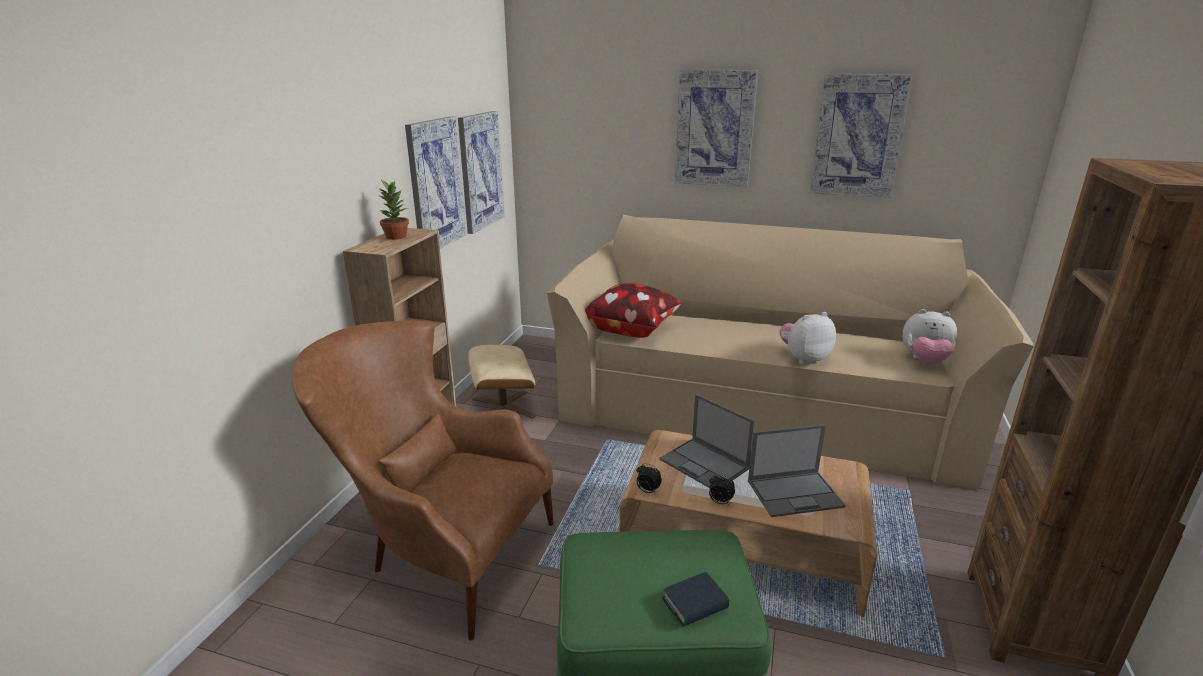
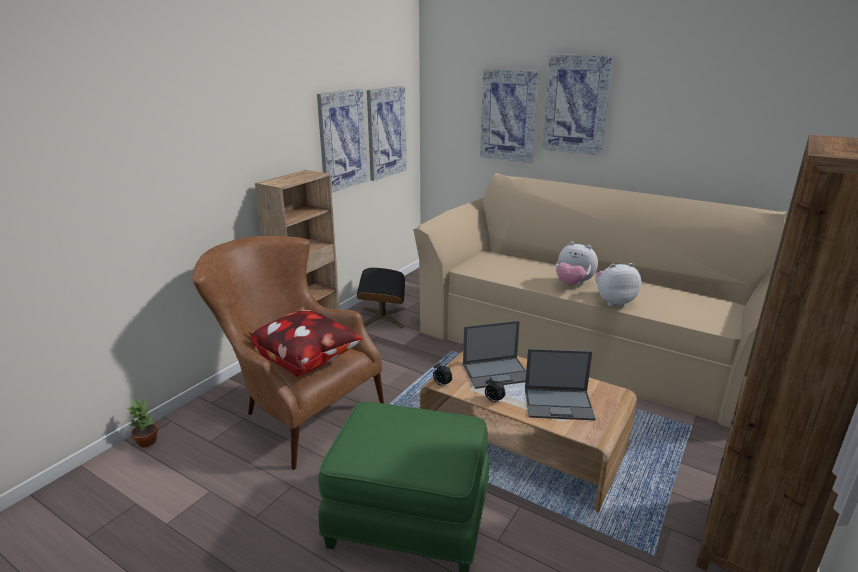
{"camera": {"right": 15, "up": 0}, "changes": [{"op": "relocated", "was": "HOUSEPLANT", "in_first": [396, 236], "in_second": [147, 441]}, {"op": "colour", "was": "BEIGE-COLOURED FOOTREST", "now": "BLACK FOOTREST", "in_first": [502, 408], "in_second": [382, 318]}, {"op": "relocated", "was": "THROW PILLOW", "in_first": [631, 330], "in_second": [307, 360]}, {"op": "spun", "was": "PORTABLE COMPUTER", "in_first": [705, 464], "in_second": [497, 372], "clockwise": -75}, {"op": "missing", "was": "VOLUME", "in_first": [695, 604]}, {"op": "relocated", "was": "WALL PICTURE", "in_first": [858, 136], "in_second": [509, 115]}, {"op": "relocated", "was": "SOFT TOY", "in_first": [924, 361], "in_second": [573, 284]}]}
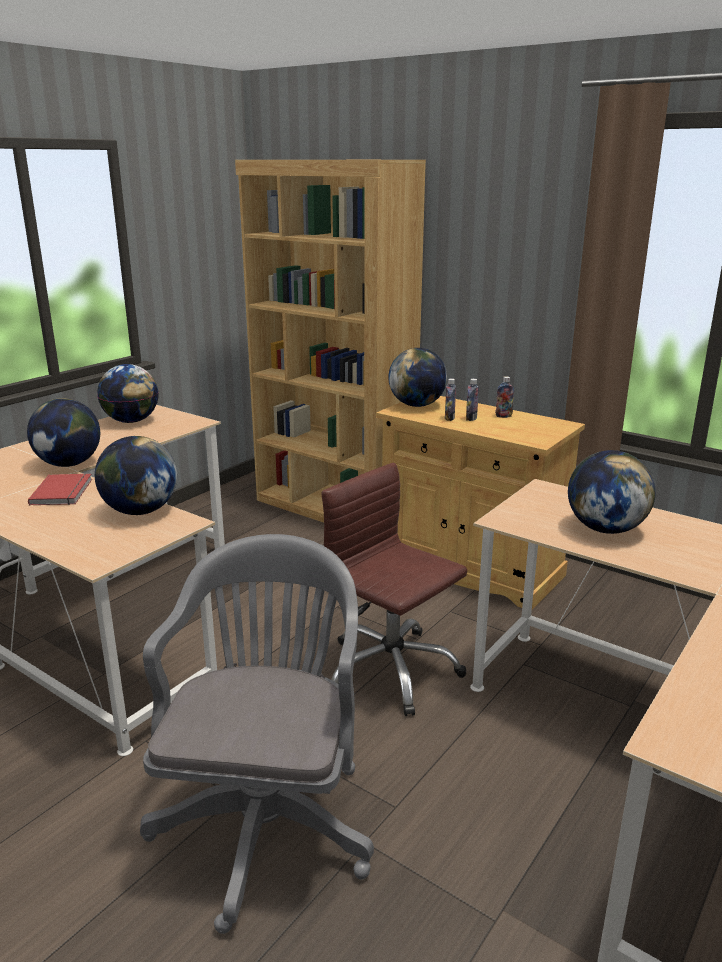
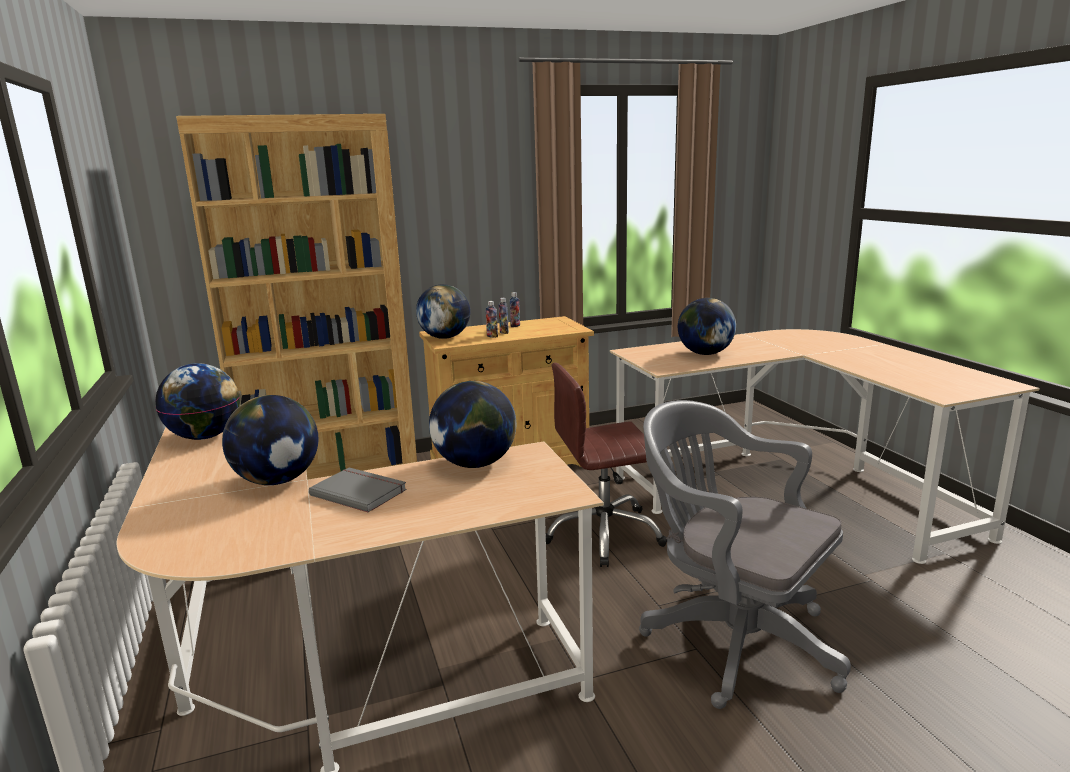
{"camera": {"right": -55, "up": -5}, "changes": [{"op": "colour", "was": "REDDISH VOLUME", "now": "GREY VOLUME", "in_first": [64, 492], "in_second": [360, 491]}]}
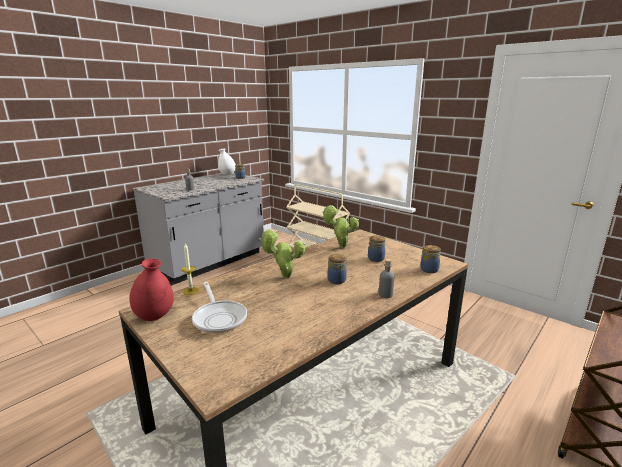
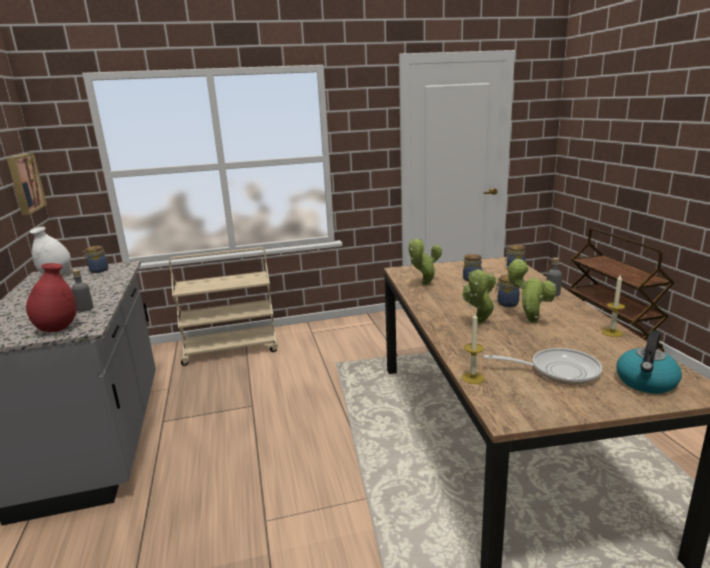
{"camera": {"right": -55, "up": 0}, "changes": [{"op": "relocated", "was": "REDDISH FLOWER VASE", "in_first": [154, 316], "in_second": [57, 328]}, {"op": "appeared", "now": "WALL PICTURE", "in_second": [24, 183]}, {"op": "appeared", "now": "HOUSEPLANT", "in_second": [529, 320]}, {"op": "appeared", "now": "WAX LIGHT", "in_second": [612, 332]}, {"op": "appeared", "now": "WATER KETTLE", "in_second": [646, 382]}]}
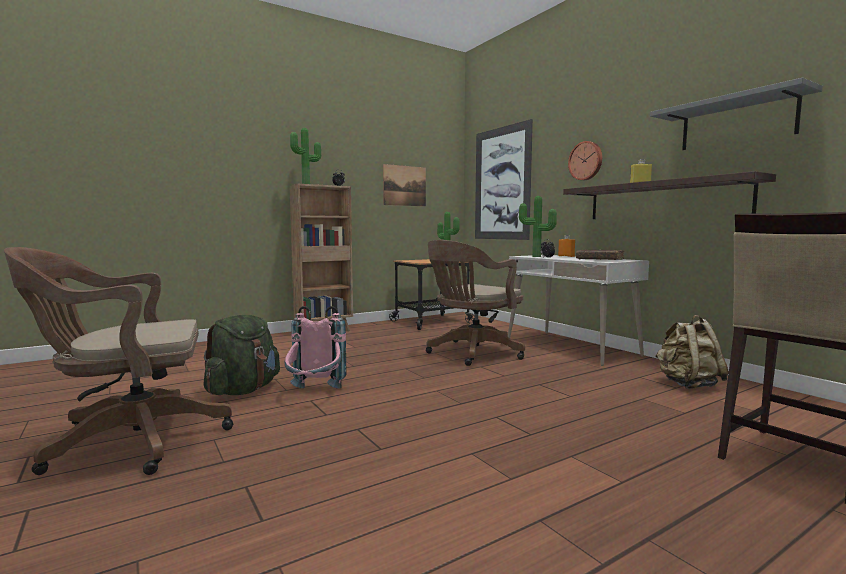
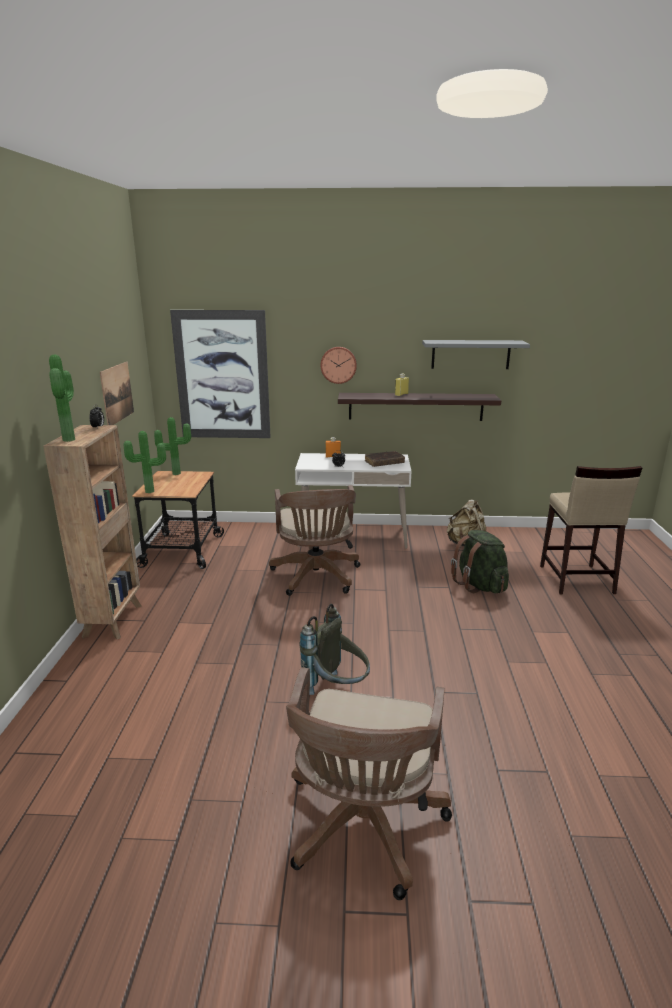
{"camera": {"right": -55, "up": 15}, "changes": [{"op": "relocated", "was": "GREEN-COLOURED KNAPSACK", "in_first": [243, 390], "in_second": [479, 585]}, {"op": "colour", "was": "PINK KNAPSACK", "now": "GREY KNAPSACK", "in_first": [315, 394], "in_second": [337, 689]}, {"op": "relocated", "was": "HOUSEPLANT", "in_first": [536, 256], "in_second": [150, 492]}]}
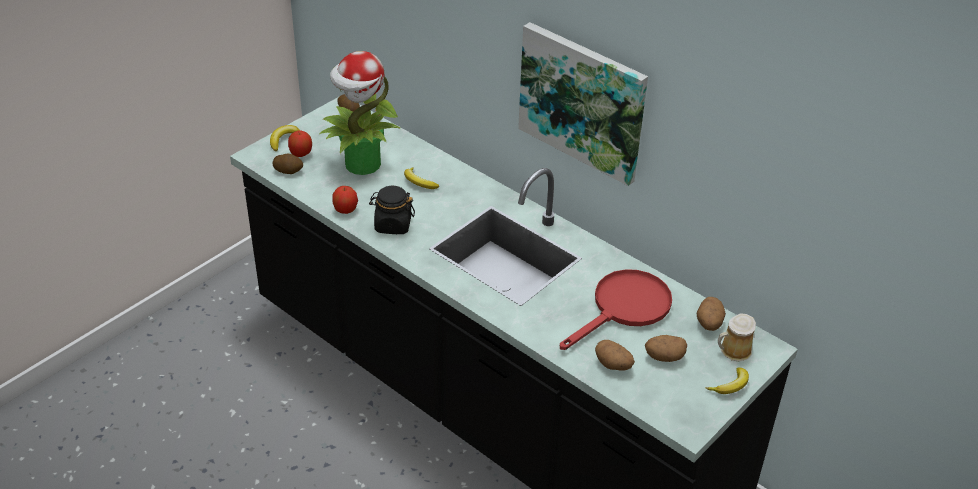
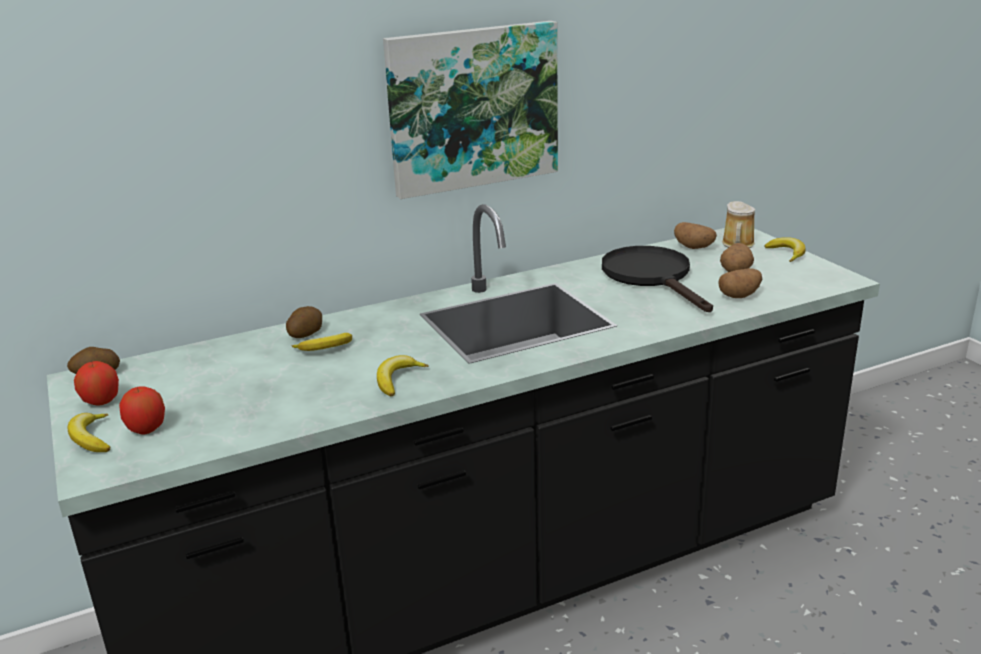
{"camera": {"right": -65, "up": -15}, "changes": [{"op": "relocated", "was": "SPUD", "in_first": [288, 171], "in_second": [306, 333]}, {"op": "missing", "was": "HOUSEPLANT", "in_first": [362, 165]}, {"op": "relocated", "was": "APPLE", "in_first": [345, 210], "in_second": [101, 401]}, {"op": "exchanged", "was": "BLACK STORAGE JAR", "now": "BANANA", "in_first": [392, 225], "in_second": [397, 380]}, {"op": "colour", "was": "REDDISH FRYING PAN", "now": "BLACK FRYING PAN", "in_first": [624, 308], "in_second": [652, 277]}]}
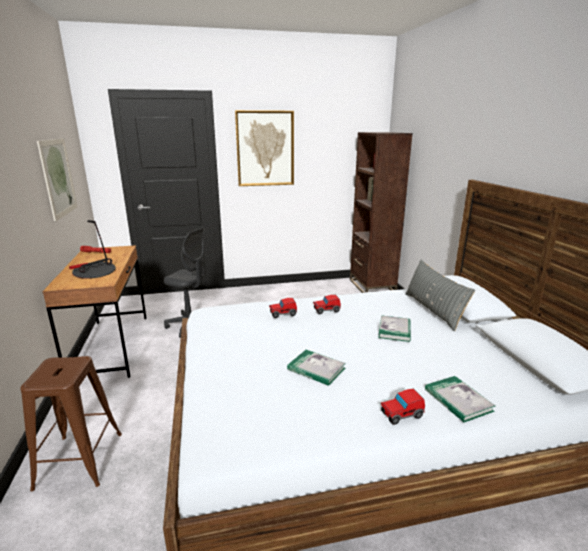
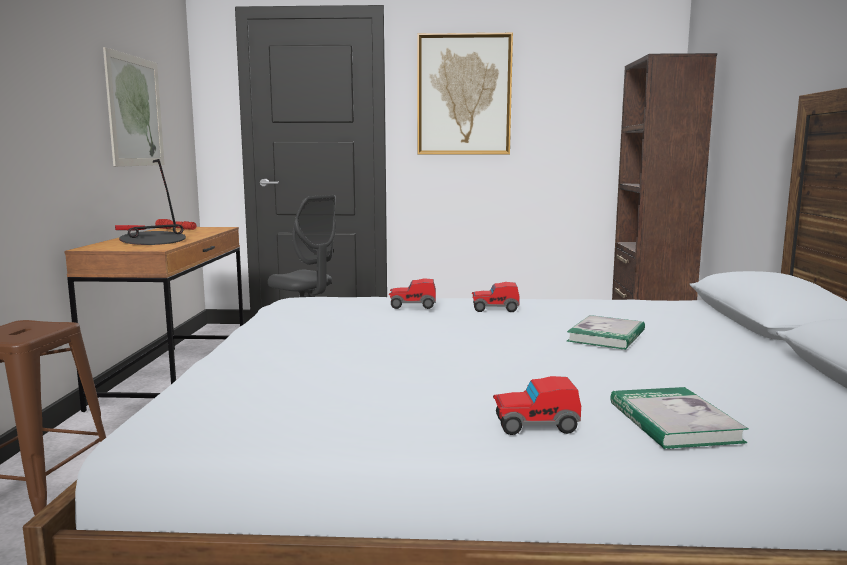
{"camera": {"right": 15, "up": -10}, "changes": [{"op": "missing", "was": "VOLUME", "in_first": [316, 369]}, {"op": "missing", "was": "GREY THROW PILLOW", "in_first": [433, 310]}]}
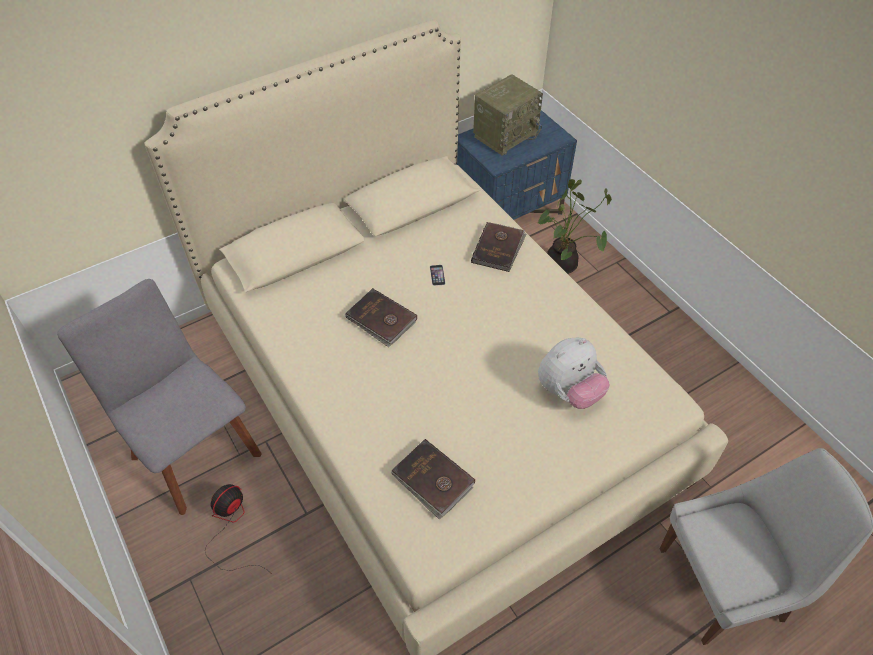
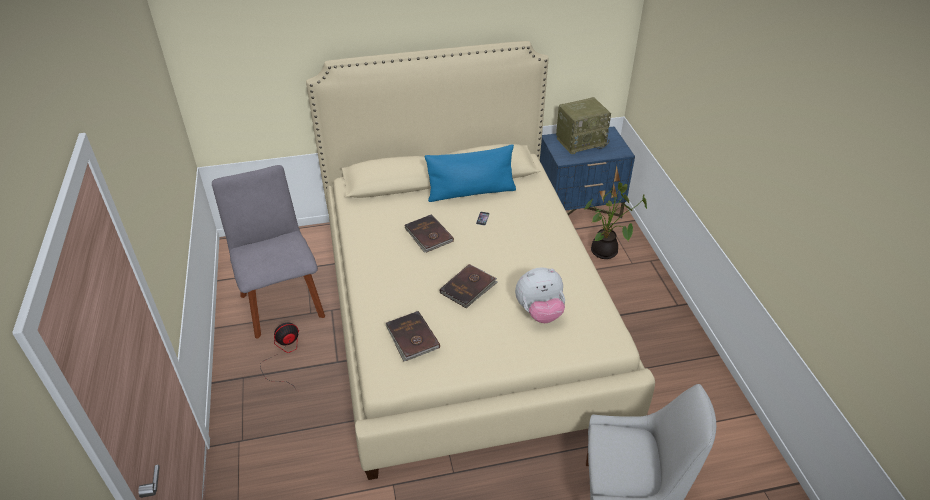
{"camera": {"right": 20, "up": -10}, "changes": [{"op": "relocated", "was": "BROWN VOLUME", "in_first": [498, 248], "in_second": [468, 288]}, {"op": "appeared", "now": "BLUE THROW PILLOW", "in_second": [471, 192]}]}
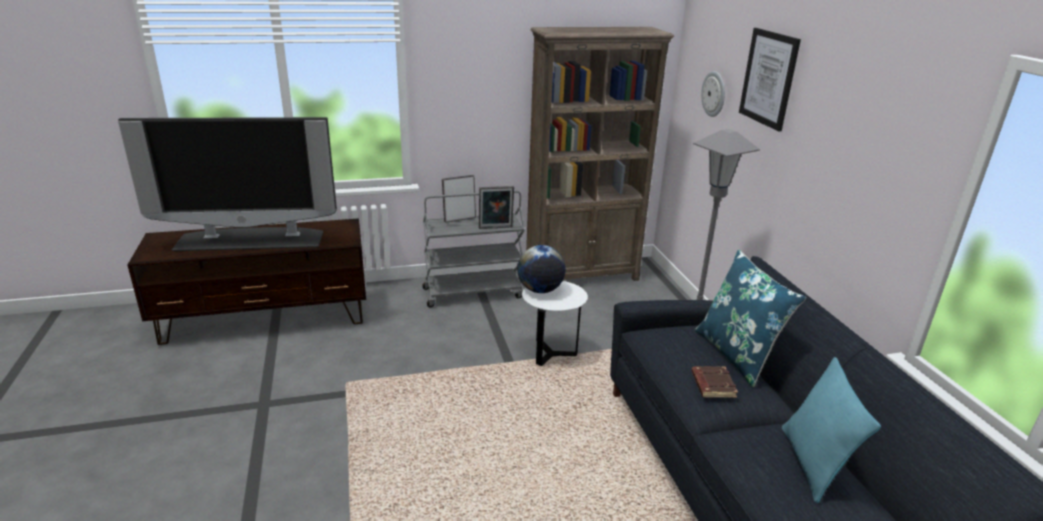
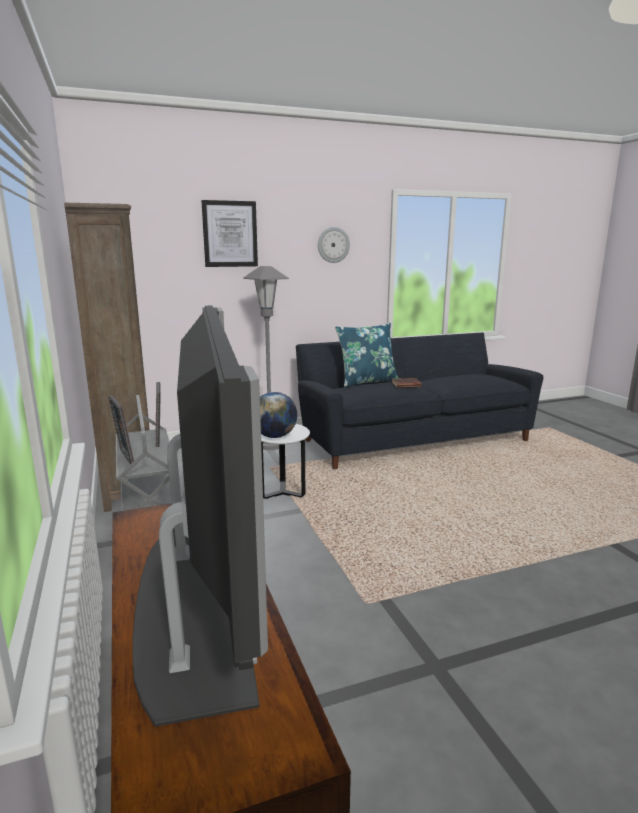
{"camera": {"right": -95, "up": -10}, "changes": [{"op": "relocated", "was": "CLOCK ON THE WALL", "in_first": [714, 94], "in_second": [333, 245]}, {"op": "missing", "was": "TURQUOISE THROW PILLOW", "in_first": [812, 464]}]}
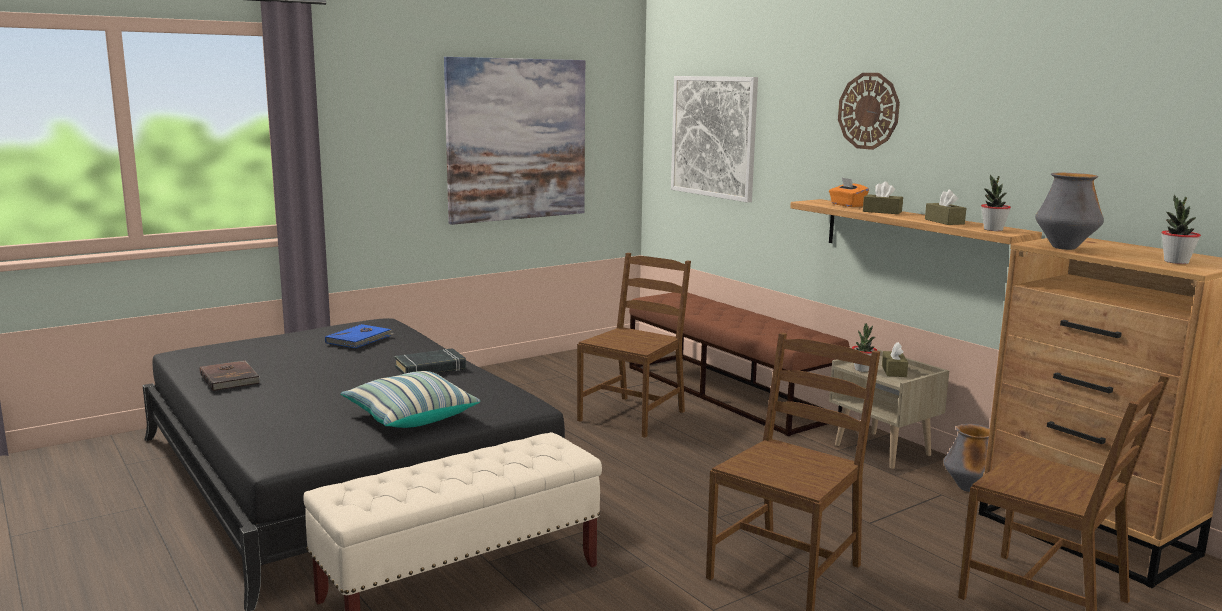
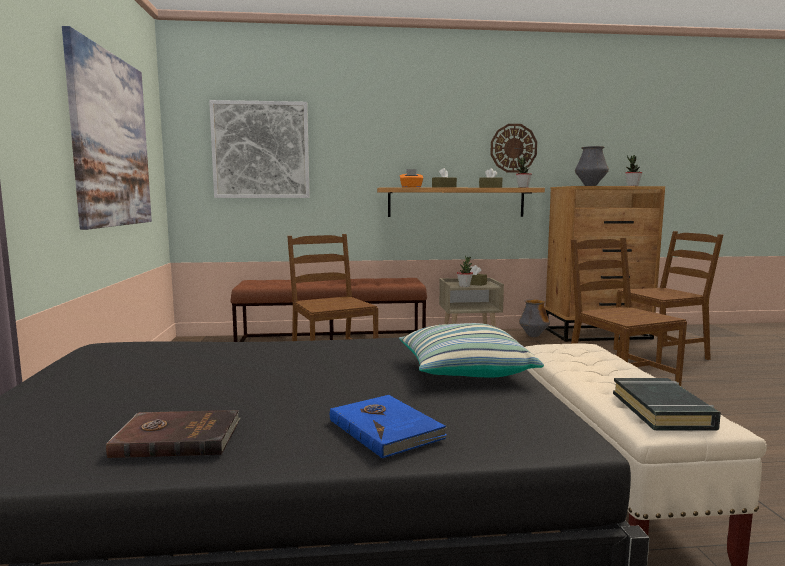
{"camera": {"right": -60, "up": -5}, "changes": [{"op": "relocated", "was": "BLUE VOLUME", "in_first": [360, 339], "in_second": [386, 428]}, {"op": "relocated", "was": "BLACK VOLUME", "in_first": [430, 368], "in_second": [662, 411]}, {"op": "relocated", "was": "CLOCK ON THE WALL", "in_first": [868, 111], "in_second": [513, 148]}]}
